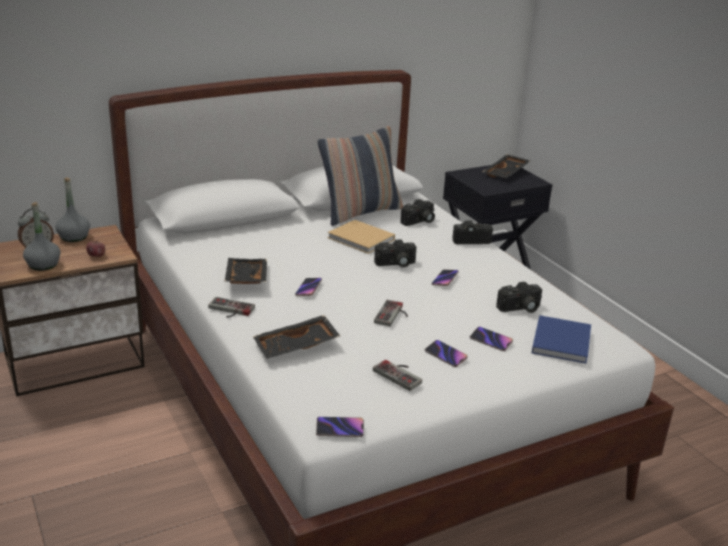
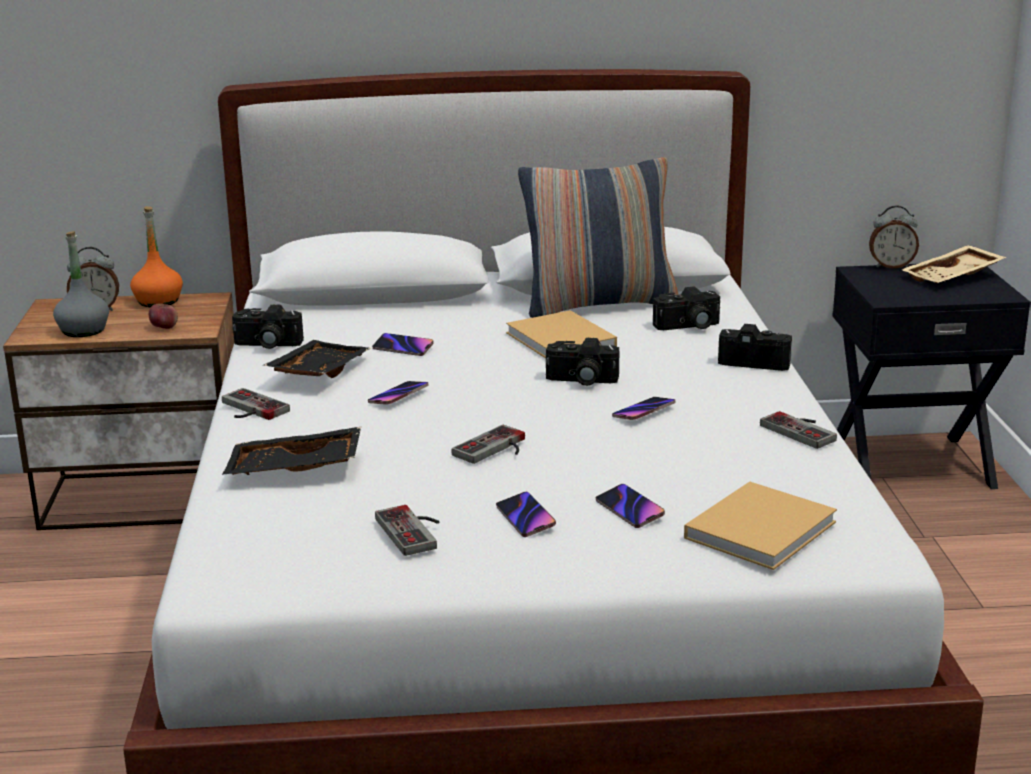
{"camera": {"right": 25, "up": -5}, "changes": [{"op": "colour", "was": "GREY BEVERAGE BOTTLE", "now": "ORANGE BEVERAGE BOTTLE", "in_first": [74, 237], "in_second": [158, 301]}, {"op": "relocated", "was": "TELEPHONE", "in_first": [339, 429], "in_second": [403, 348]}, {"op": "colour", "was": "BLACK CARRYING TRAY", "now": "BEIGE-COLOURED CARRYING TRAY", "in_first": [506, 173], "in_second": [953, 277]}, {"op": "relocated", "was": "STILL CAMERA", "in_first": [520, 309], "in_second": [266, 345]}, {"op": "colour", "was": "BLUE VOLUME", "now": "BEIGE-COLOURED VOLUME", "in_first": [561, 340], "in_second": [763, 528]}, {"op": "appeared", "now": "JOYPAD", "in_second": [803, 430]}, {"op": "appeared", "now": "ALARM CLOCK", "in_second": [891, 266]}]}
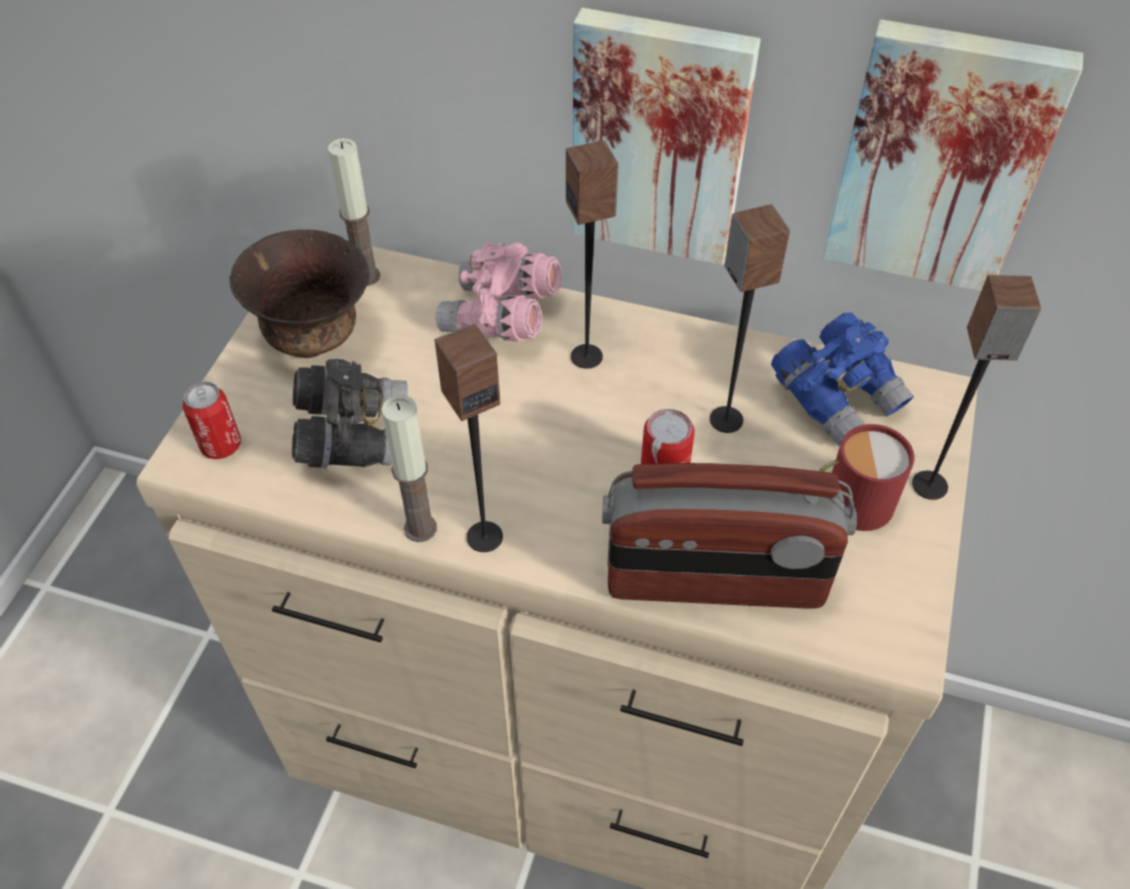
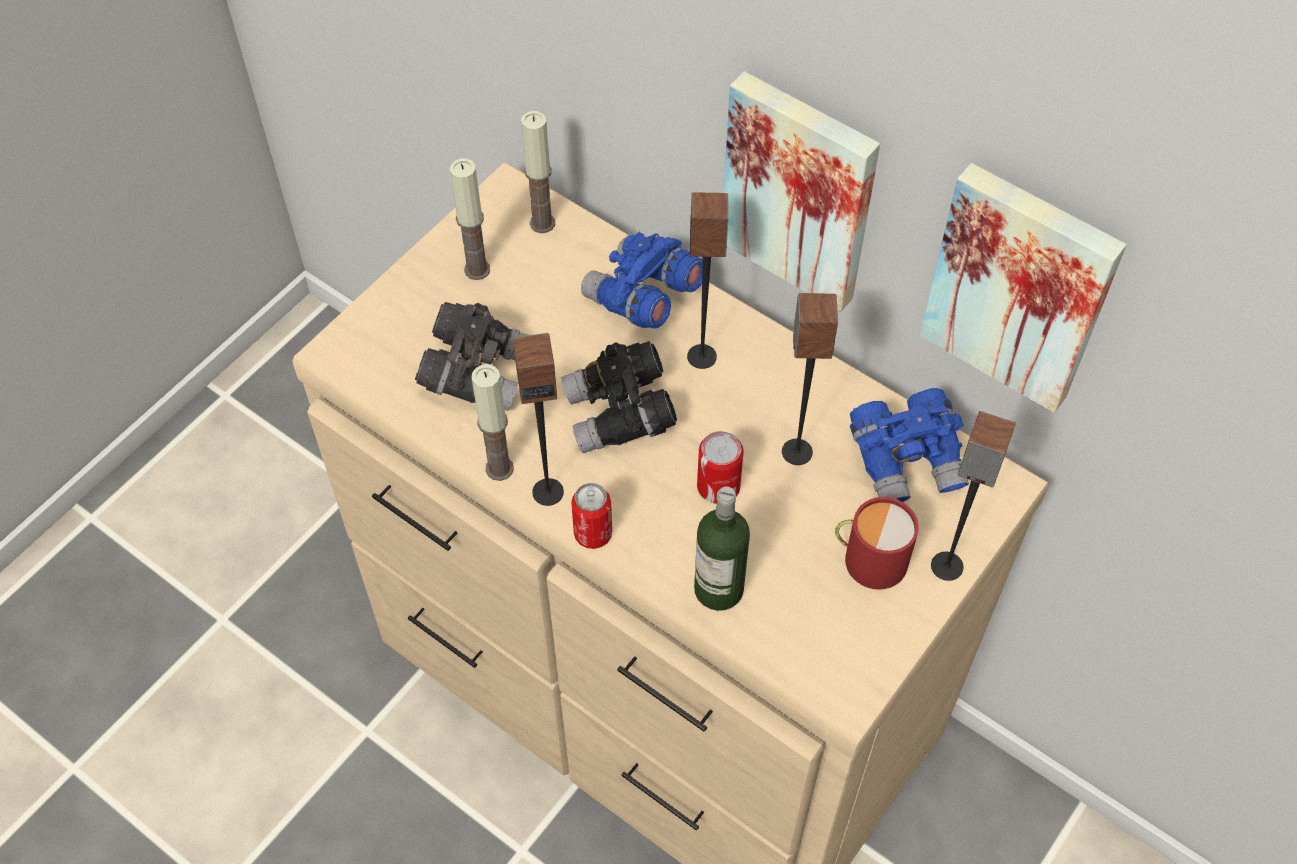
{"camera": {"right": 20, "up": 5}, "changes": [{"op": "relocated", "was": "CAN", "in_first": [221, 445], "in_second": [593, 534]}, {"op": "exchanged", "was": "BROWN BOWL", "now": "WAX LIGHT", "in_first": [314, 337], "in_second": [477, 270]}, {"op": "colour", "was": "PINK BINOCULARS", "now": "BLUE BINOCULARS", "in_first": [501, 318], "in_second": [643, 298]}, {"op": "exchanged", "was": "RADIO SET", "now": "BEVERAGE BOTTLE", "in_first": [714, 581], "in_second": [718, 589]}, {"op": "appeared", "now": "BLACK BINOCULARS", "in_second": [620, 414]}]}
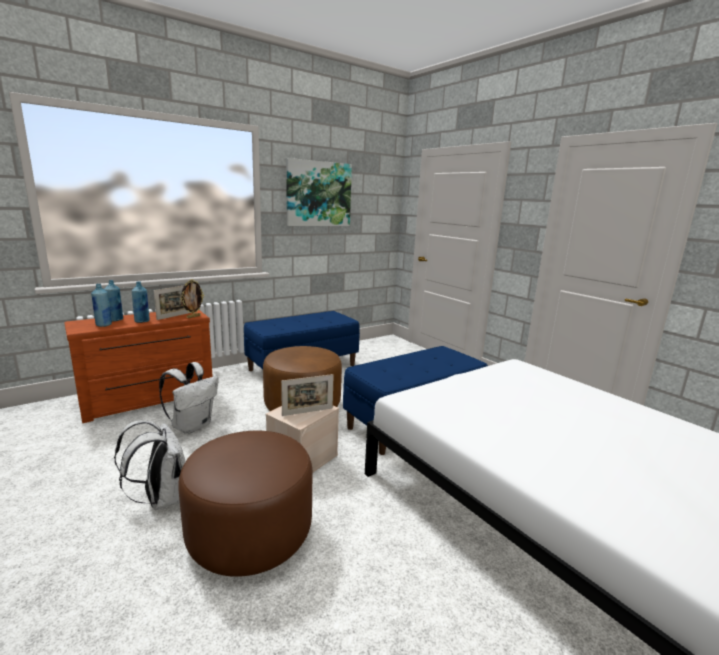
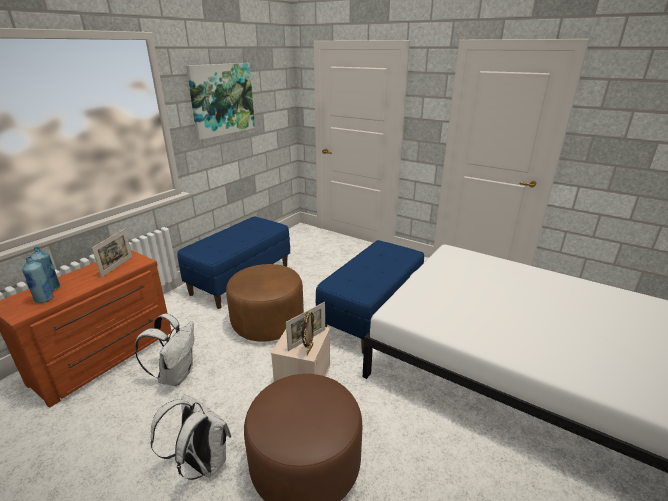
{"camera": {"right": -20, "up": 10}, "changes": [{"op": "missing", "was": "BLUE BEVERAGE BOTTLE", "in_first": [142, 321]}, {"op": "relocated", "was": "PICTURE FRAME", "in_first": [193, 316], "in_second": [309, 349]}]}
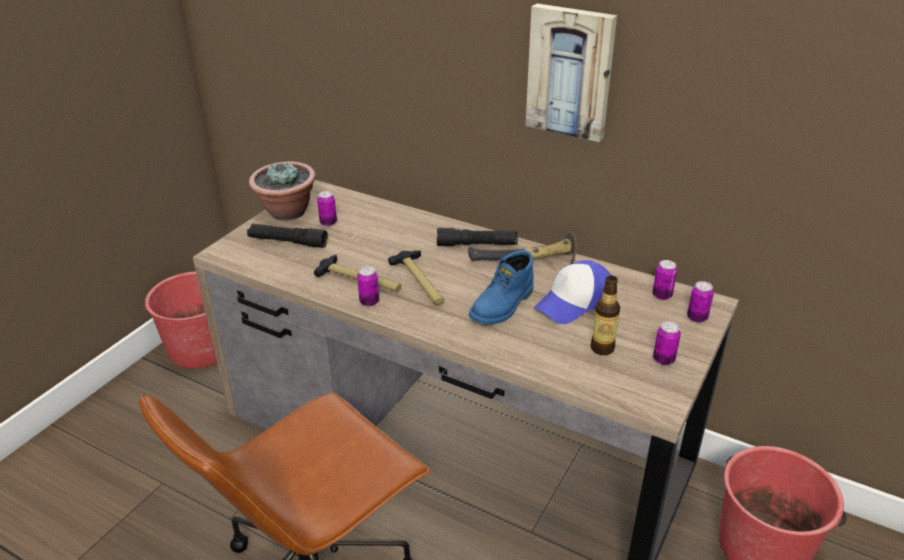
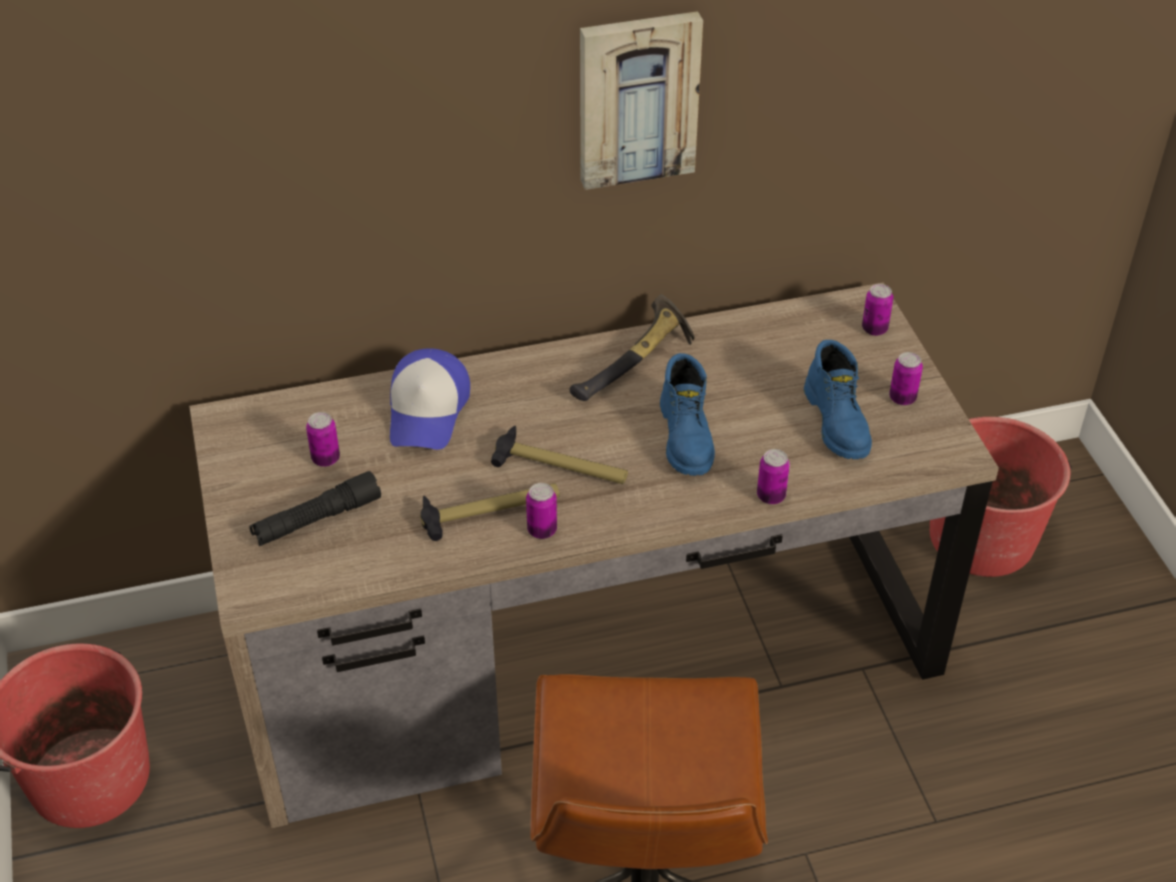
{"camera": {"right": -45, "up": 10}, "changes": [{"op": "missing", "was": "HOUSEPLANT", "in_first": [287, 212]}, {"op": "missing", "was": "BLACK HAND TORCH", "in_first": [477, 245]}, {"op": "relocated", "was": "CAP", "in_first": [575, 302], "in_second": [428, 411]}, {"op": "exchanged", "was": "BEVERAGE BOTTLE", "now": "BLUE BOOT", "in_first": [602, 348], "in_second": [838, 422]}, {"op": "relocated", "was": "CAN", "in_first": [662, 295], "in_second": [771, 496]}]}
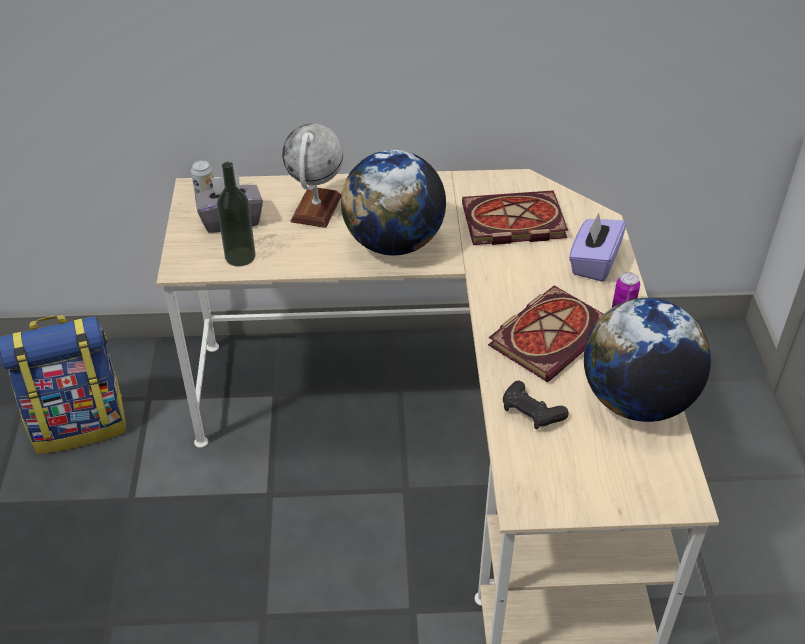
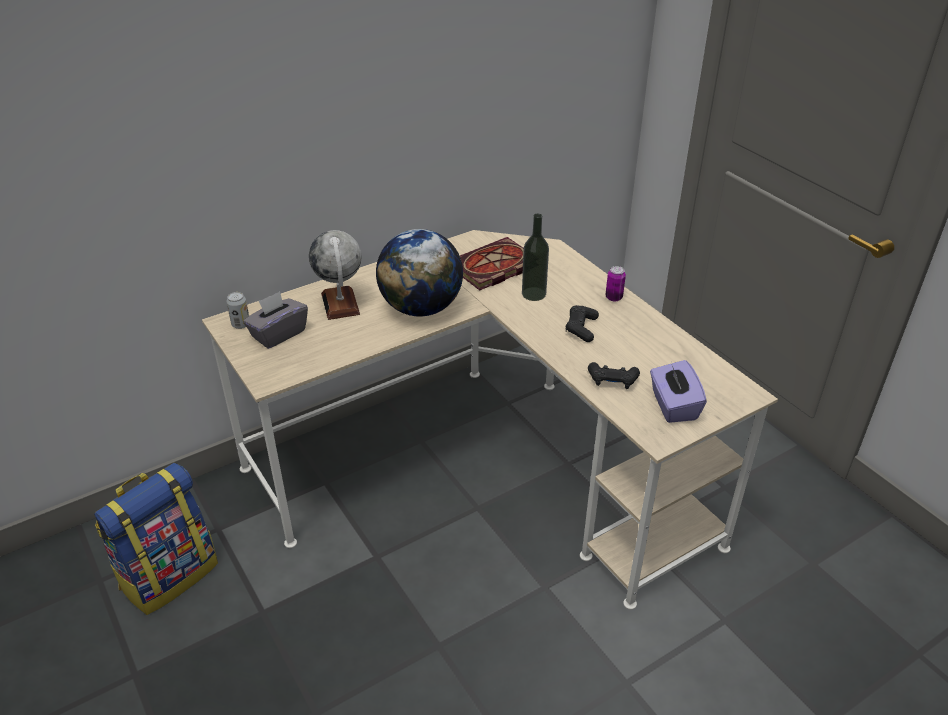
{"camera": {"right": -30, "up": -5}, "changes": [{"op": "relocated", "was": "BEVERAGE BOTTLE", "in_first": [240, 256], "in_second": [533, 294]}, {"op": "exchanged", "was": "VOLUME", "now": "BLACK JOYPAD", "in_first": [550, 334], "in_second": [581, 328]}, {"op": "relocated", "was": "PURPLE TISSUE HOLDER", "in_first": [593, 262], "in_second": [673, 406]}, {"op": "missing", "was": "WORLD GLOBE", "in_first": [636, 401]}]}
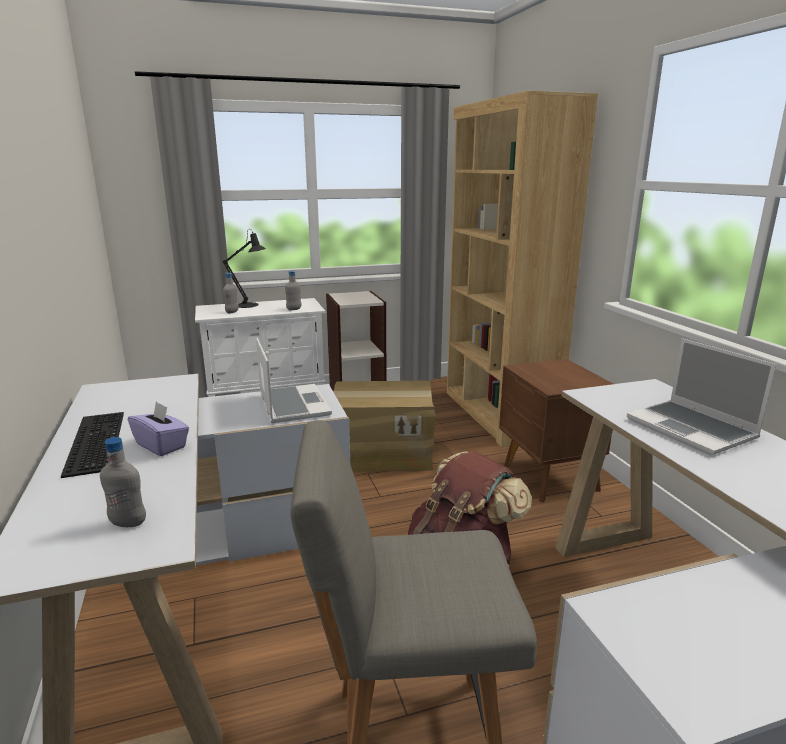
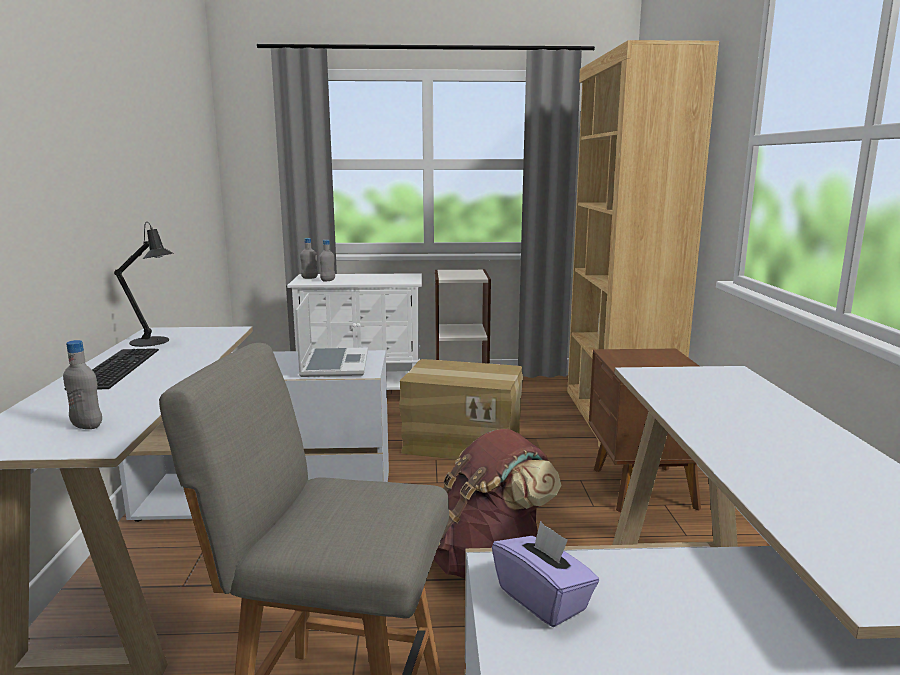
{"camera": {"right": 15, "up": -5}, "changes": [{"op": "relocated", "was": "PURPLE TISSUE HOLDER", "in_first": [162, 445], "in_second": [543, 599]}, {"op": "relocated", "was": "BLACK TABLE LAMP", "in_first": [250, 305], "in_second": [154, 342]}, {"op": "relocated", "was": "GREY BEVERAGE BOTTLE", "in_first": [294, 309], "in_second": [309, 278]}, {"op": "missing", "was": "PORTABLE COMPUTER", "in_first": [692, 429]}]}
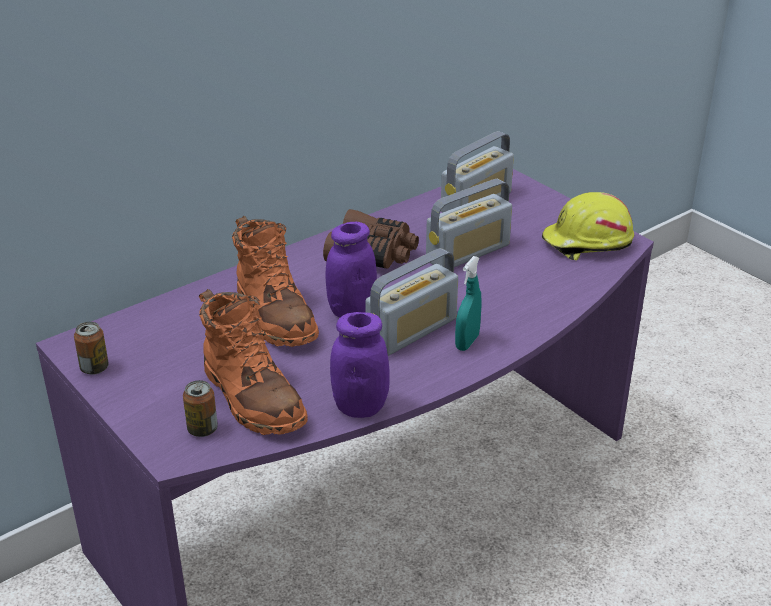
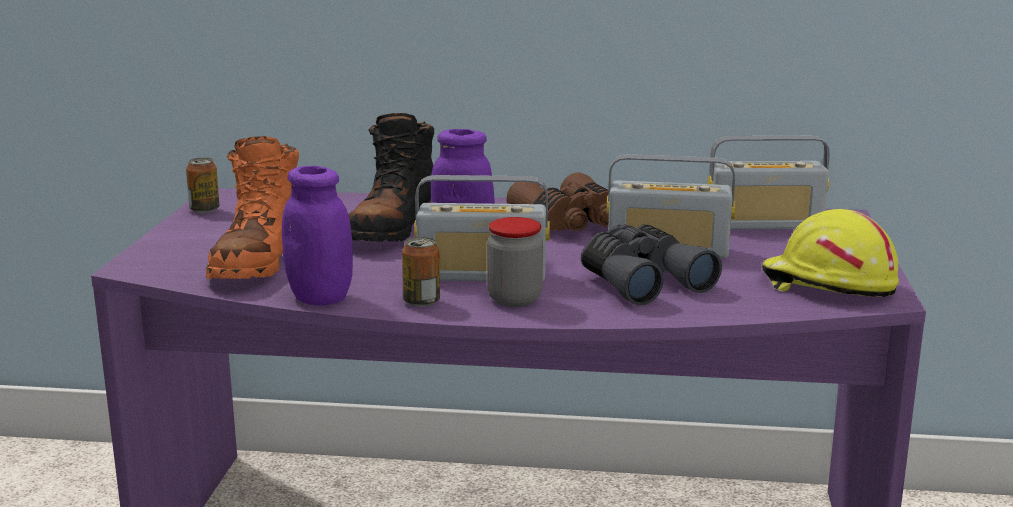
{"camera": {"right": 45, "up": -15}, "changes": [{"op": "relocated", "was": "CAN", "in_first": [202, 429], "in_second": [421, 302]}, {"op": "colour", "was": "ORANGE BOOT", "now": "BLACK BOOT", "in_first": [275, 316], "in_second": [393, 228]}, {"op": "exchanged", "was": "TURQUOISE SPRAYER", "now": "STORAGE JAR", "in_first": [467, 342], "in_second": [514, 299]}, {"op": "appeared", "now": "GREY BINOCULARS", "in_second": [641, 281]}]}
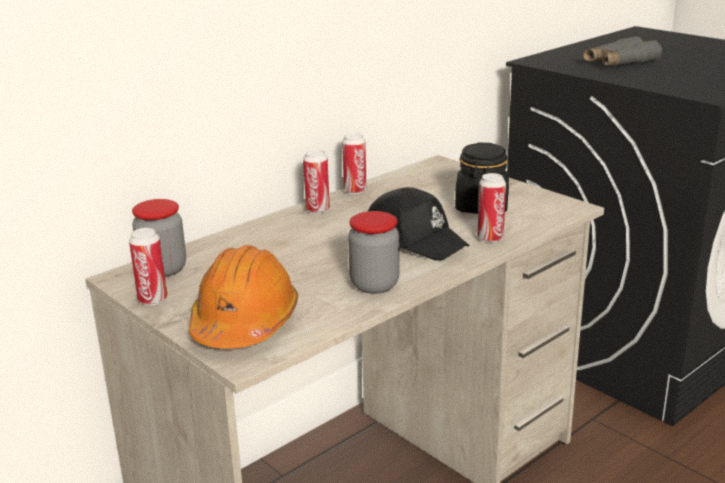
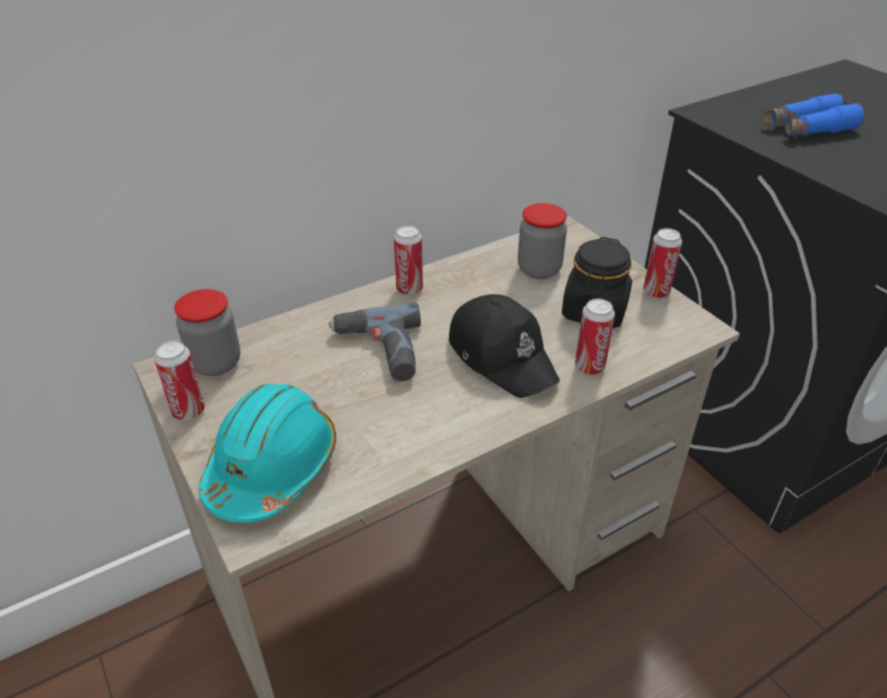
{"camera": {"right": 10, "up": 15}, "changes": [{"op": "colour", "was": "ORANGE SAFETY HELMET", "now": "TURQUOISE SAFETY HELMET", "in_first": [245, 323], "in_second": [272, 468]}, {"op": "relocated", "was": "CAN", "in_first": [355, 190], "in_second": [656, 292]}, {"op": "relocated", "was": "STORAGE JAR", "in_first": [374, 285], "in_second": [539, 269]}, {"op": "colour", "was": "GREY BINOCULARS", "now": "BLUE BINOCULARS", "in_first": [620, 63], "in_second": [808, 128]}, {"op": "appeared", "now": "POWER DRILL", "in_second": [379, 352]}]}
